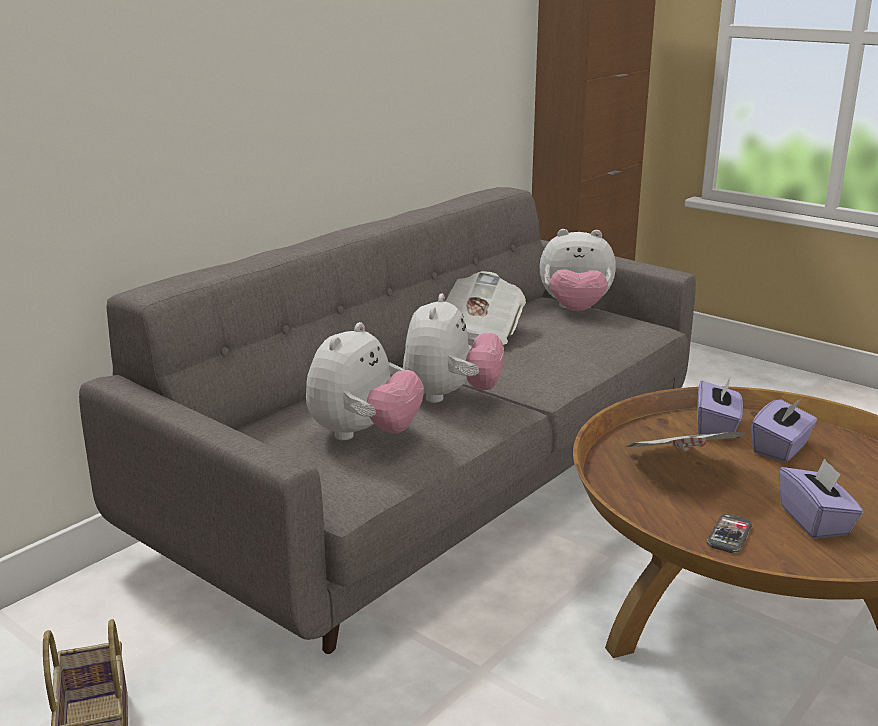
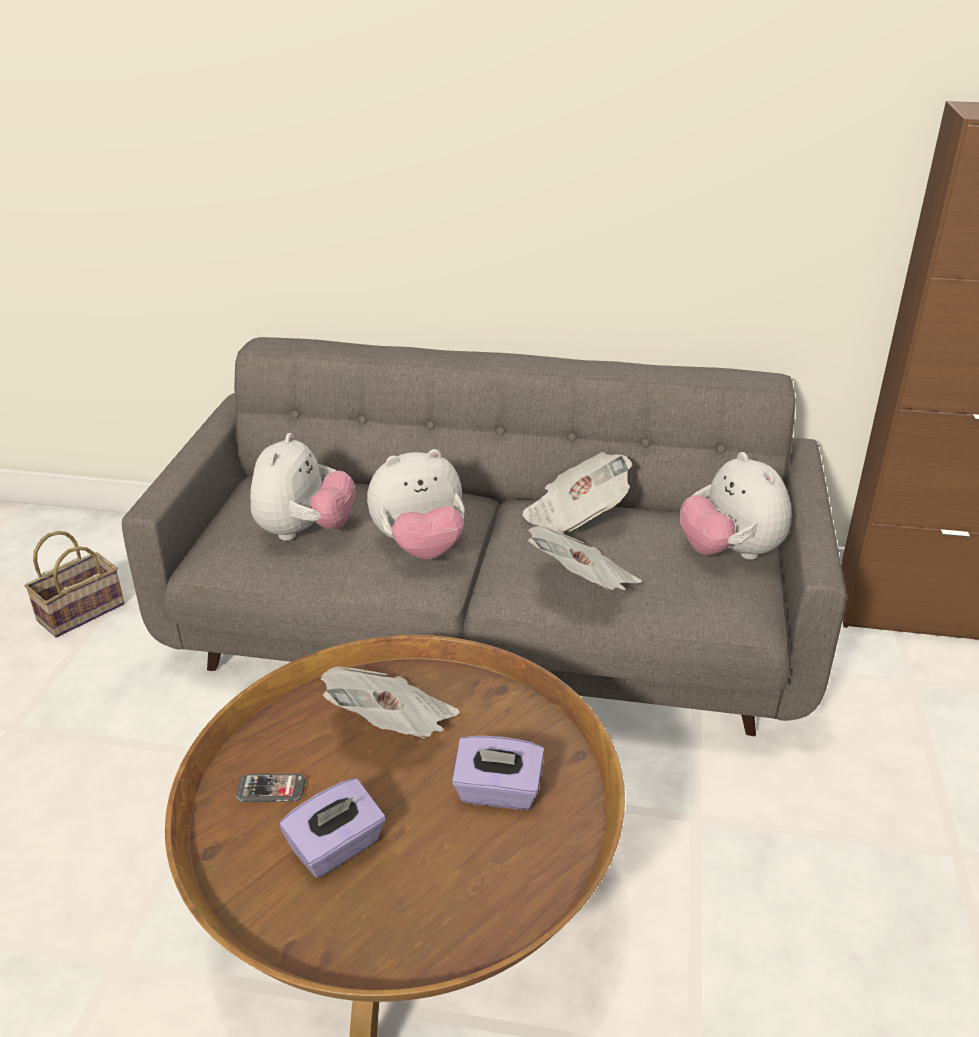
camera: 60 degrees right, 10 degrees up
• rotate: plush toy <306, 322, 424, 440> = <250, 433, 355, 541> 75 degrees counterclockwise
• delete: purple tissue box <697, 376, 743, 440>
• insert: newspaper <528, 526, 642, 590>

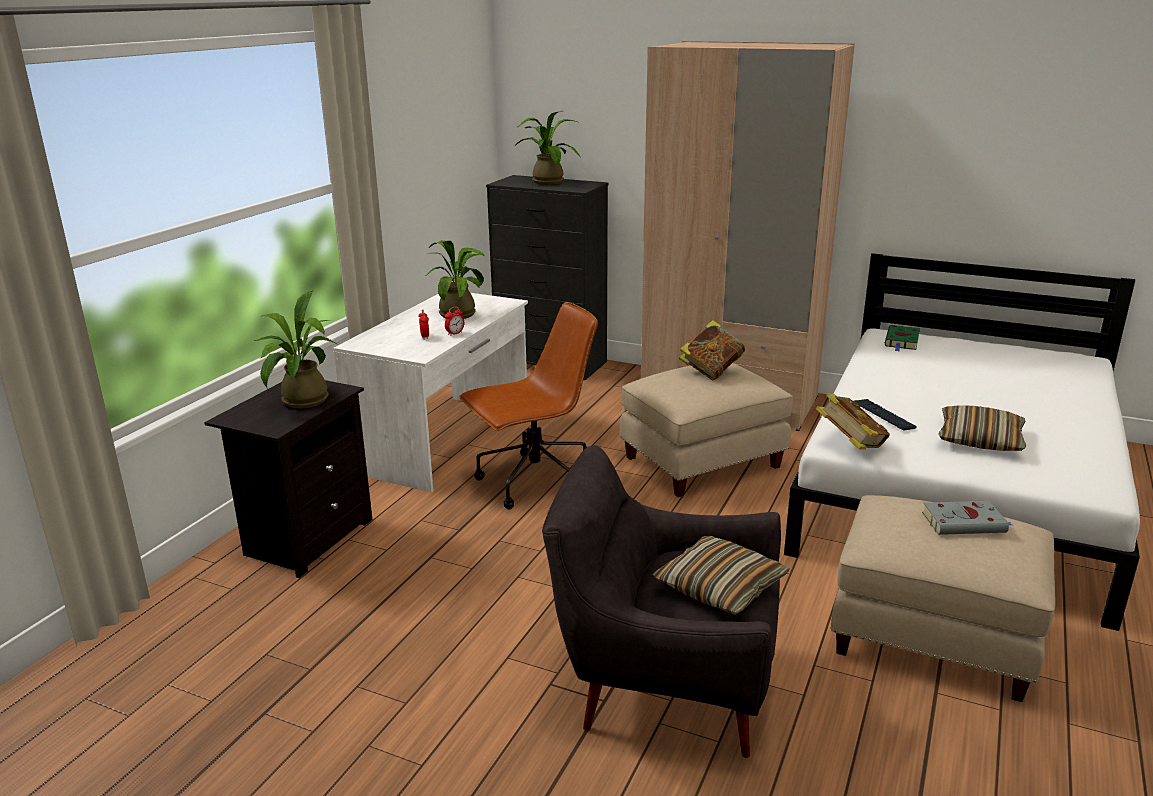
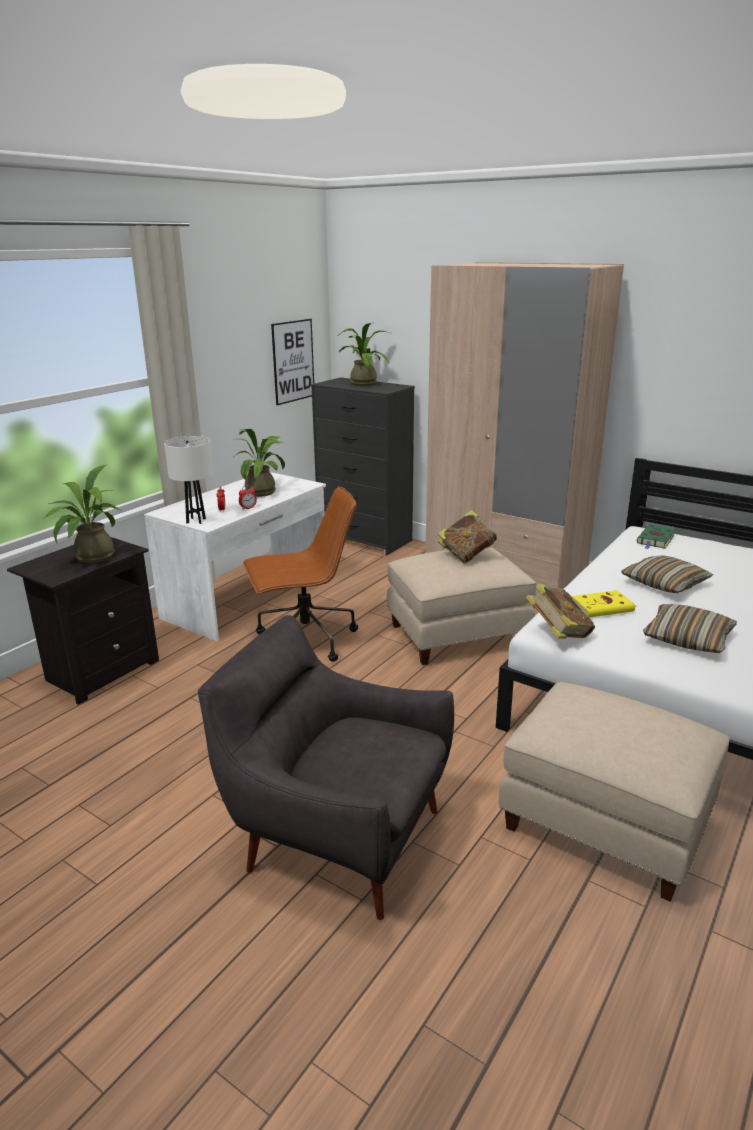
camera: 10 degrees right, 0 degrees up
• move: pillow <653, 536, 790, 615> to <621, 555, 714, 593>
• replace: keyboard <855, 399, 917, 431> to yellow book <572, 590, 636, 618>
• delete: grey book <922, 501, 1012, 535>
• insert: white table lamp <164, 436, 213, 524>
• insert: picture <271, 319, 314, 405>

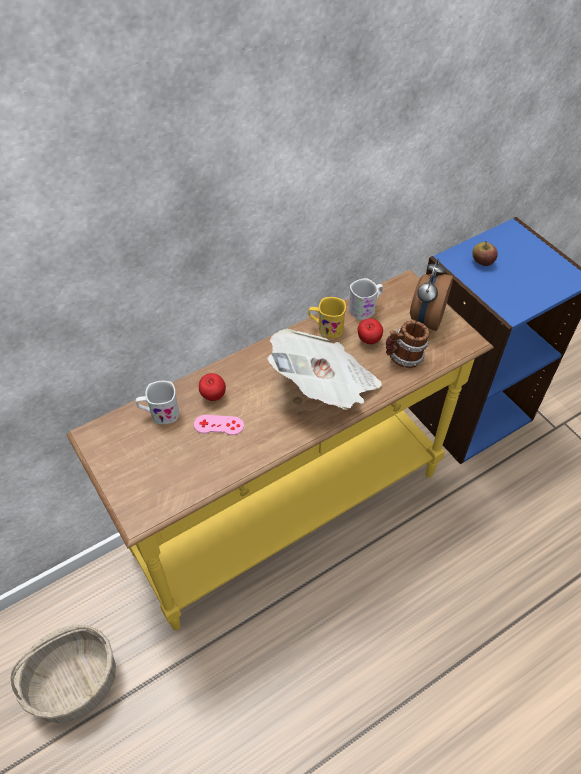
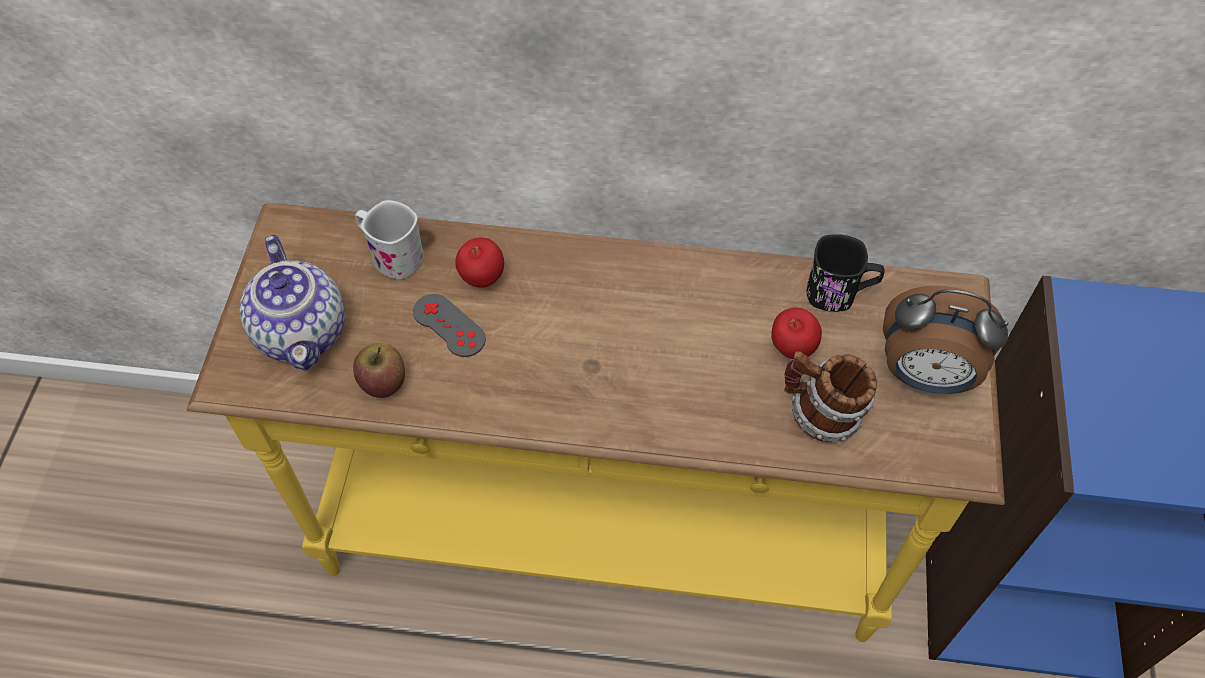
camera: 40 degrees right, 5 degrees up
• delete: basket <11, 625, 116, 723>
• recolor: pink game controller <194, 415, 244, 435> to grey game controller <413, 294, 486, 357>
• delete: newspaper <267, 329, 382, 410>
• delete: yellow mug <309, 297, 346, 338>
• recolor: white mug <349, 278, 383, 320> to black mug <806, 234, 885, 312>
• rotate: alarm clock <410, 259, 453, 331> = <883, 286, 1009, 394> 135 degrees counterclockwise
• move: apple <472, 241, 498, 266> to <353, 343, 405, 398>
• insert: teapot <240, 235, 345, 371>

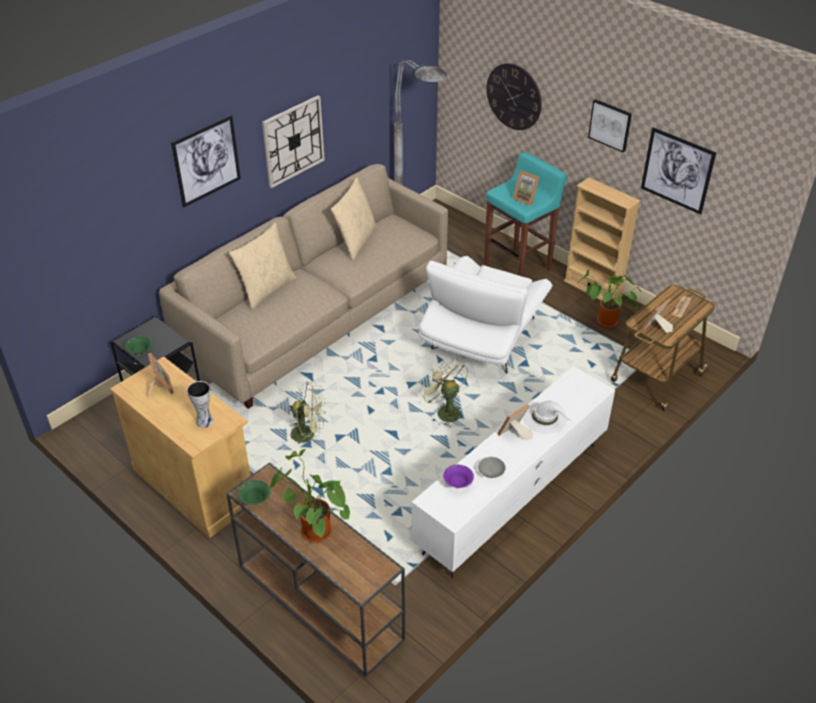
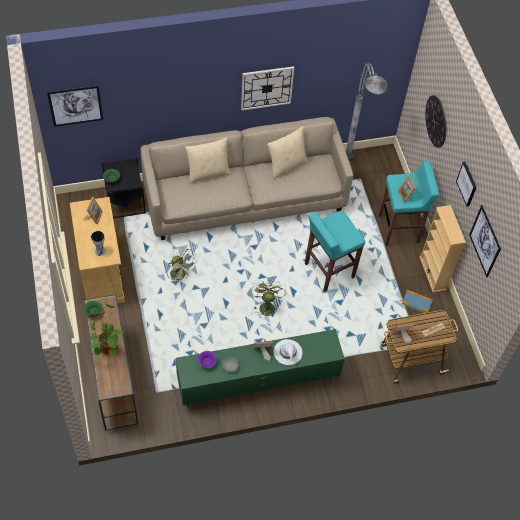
camera: 30 degrees right, 15 degrees up
• move: picture <171, 115, 241, 208> to <47, 85, 103, 127>
• recolor: white tv stand <411, 366, 615, 578> to green tv stand <176, 329, 345, 407>
• replace: white armchair <419, 256, 553, 374> to turquoise stool <305, 211, 365, 292>
• replace: potted plant <577, 269, 641, 328> to book <402, 290, 433, 313>

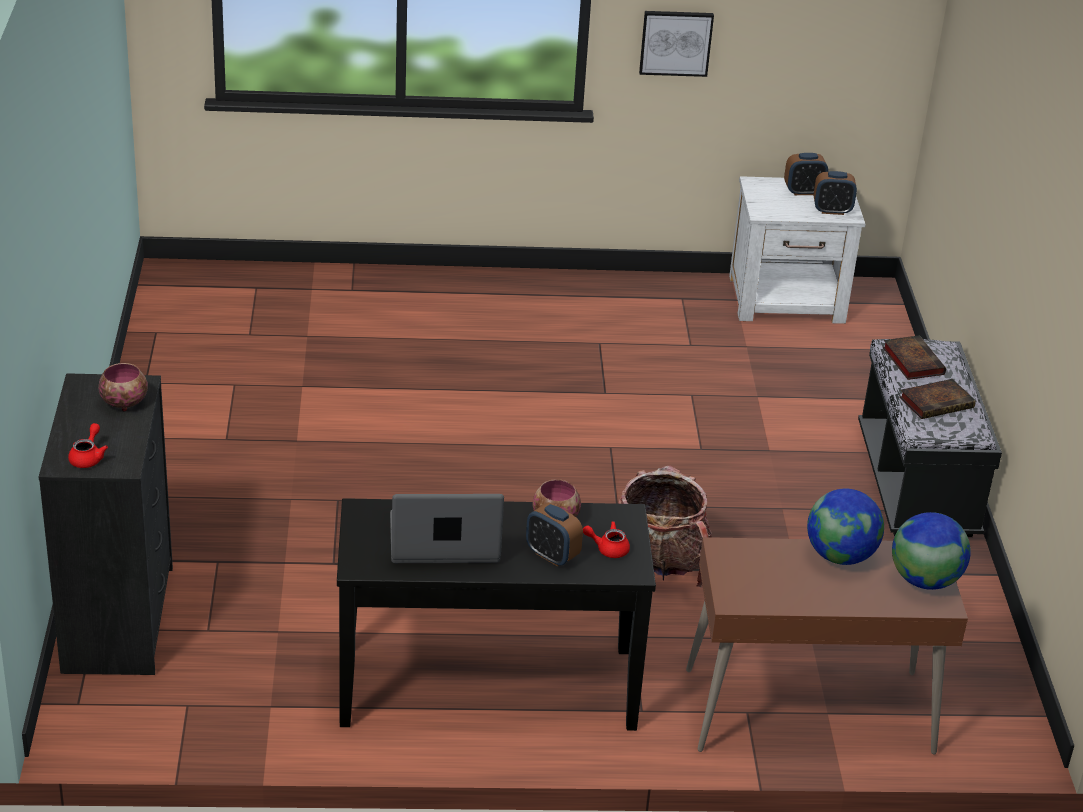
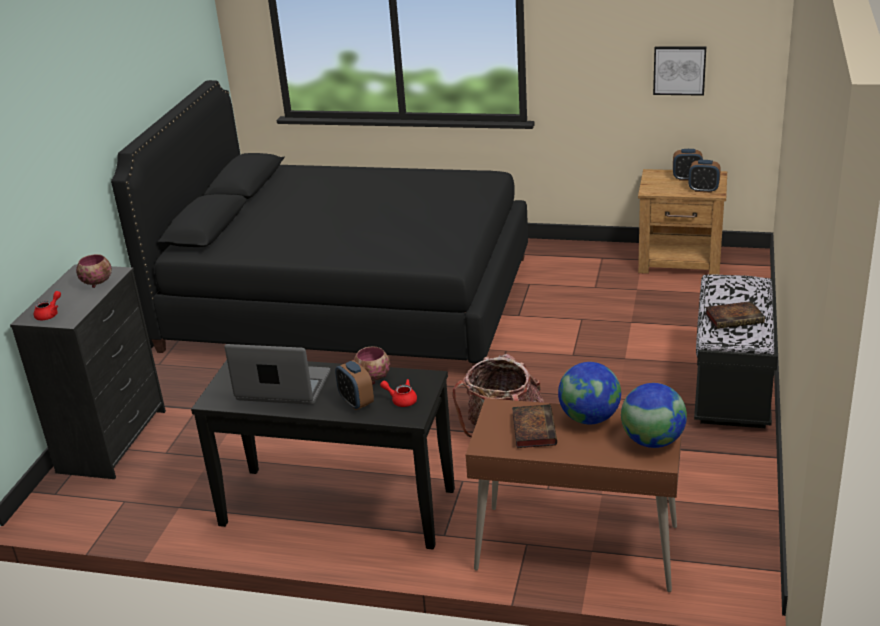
camera: 20 degrees right, 5 degrees down
• move: picture <639, 11, 714, 77> to <653, 46, 706, 96>
• recolor: white nightstand <729, 176, 866, 324> to brown nightstand <638, 169, 727, 275>
• move: book <883, 335, 946, 380> to <512, 404, 557, 448>
• insert: black bed <111, 80, 528, 366>

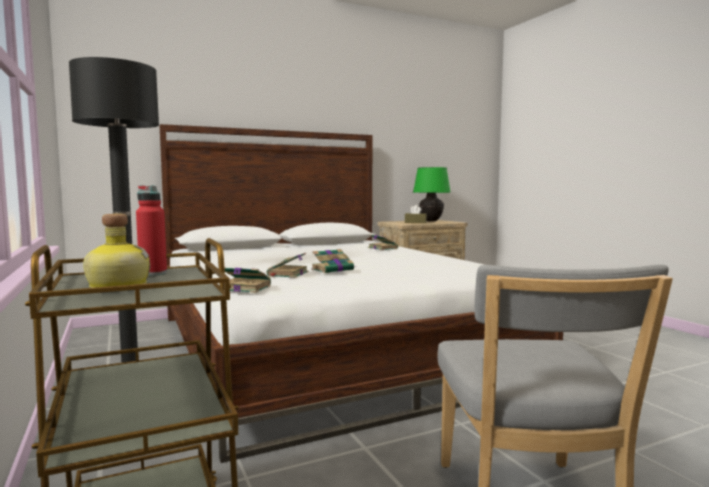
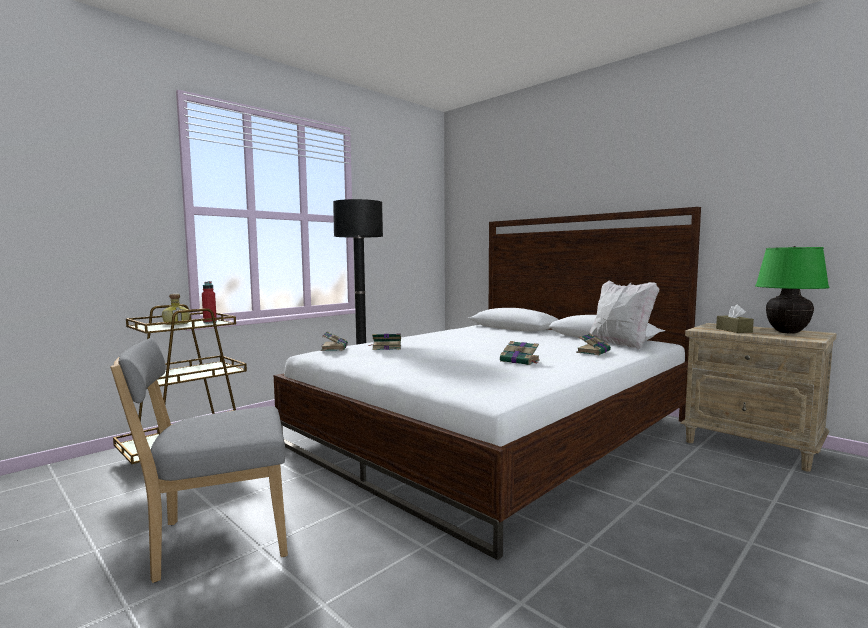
camera: 70 degrees right, 0 degrees up
• move: book <311, 249, 354, 273> to <500, 341, 540, 365>
• insert: white pillow <589, 280, 659, 350>

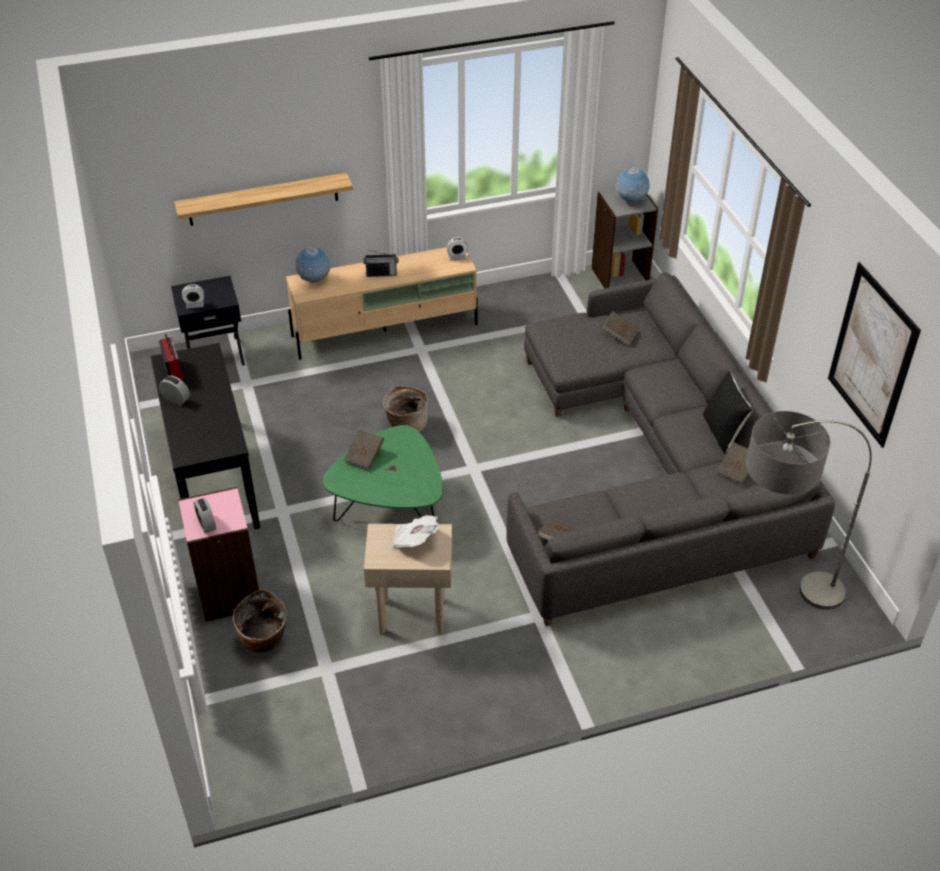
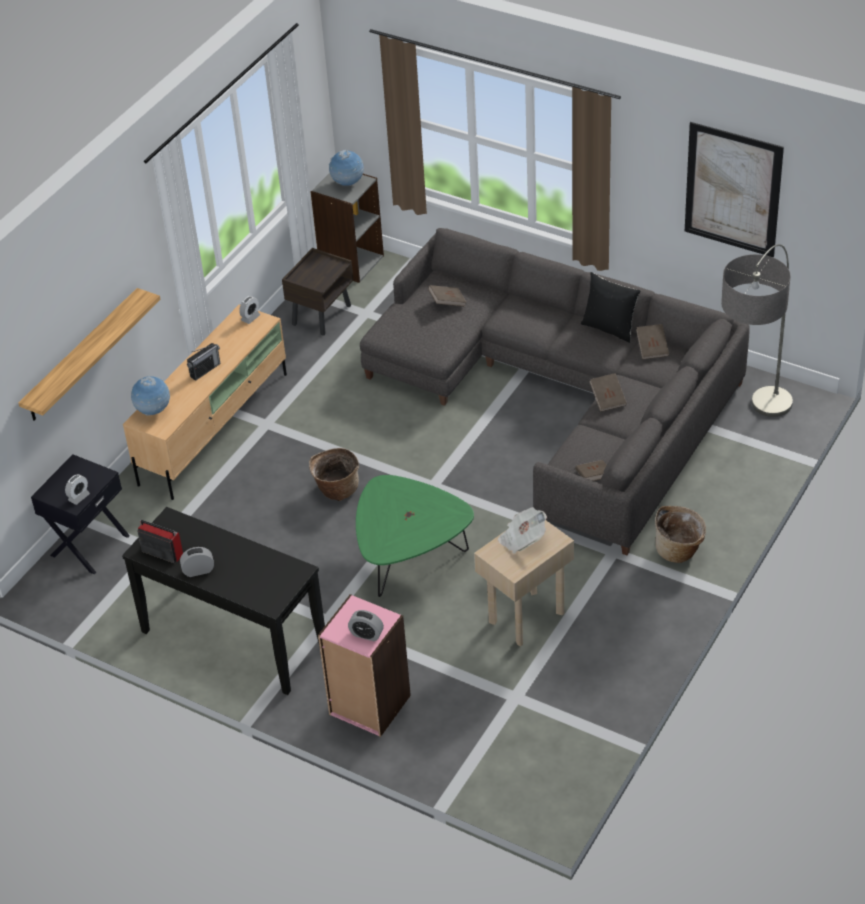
camera: 40 degrees left, 0 degrees up
• move: basket <233, 589, 287, 653> to <655, 506, 706, 563>
• move: brown book <344, 429, 384, 470> to <589, 373, 627, 412>
• insert: brown nightstand <282, 248, 353, 335>

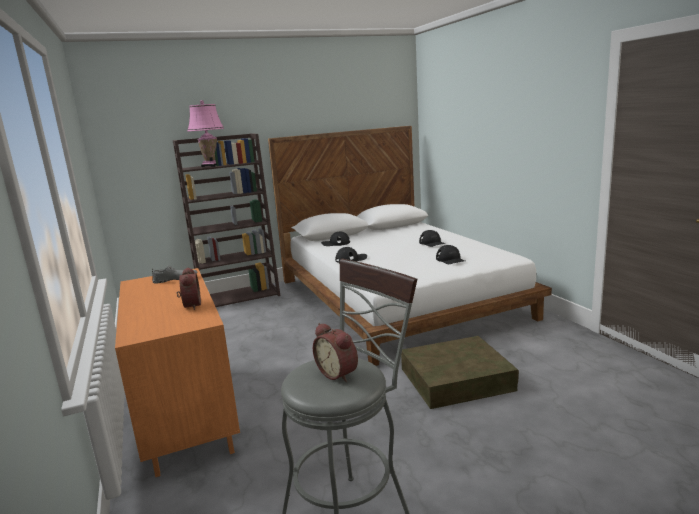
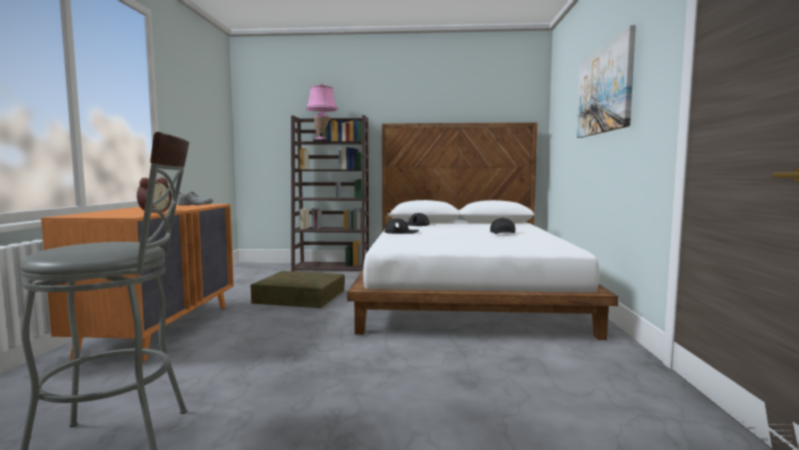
camera: 25 degrees right, 10 degrees down
• delete: alarm clock <313, 323, 358, 382>
• move: brown storage box <401, 336, 519, 409> to <250, 271, 345, 308>
• delete: black cap <436, 245, 465, 264>
• insert: picture <577, 25, 636, 138>

